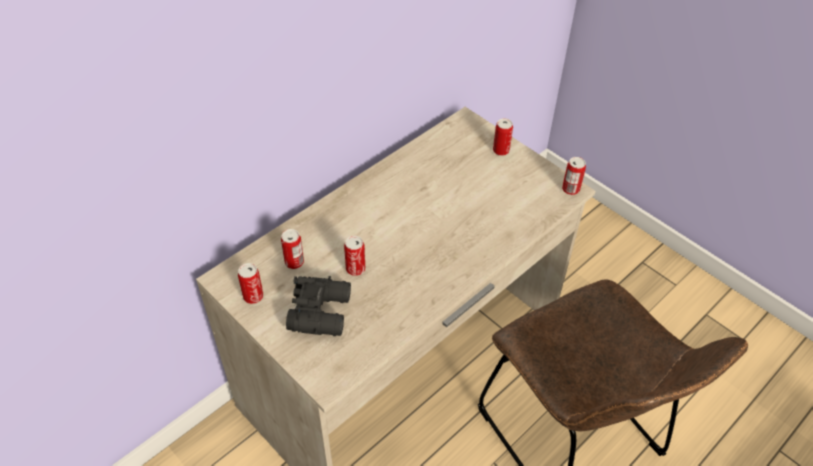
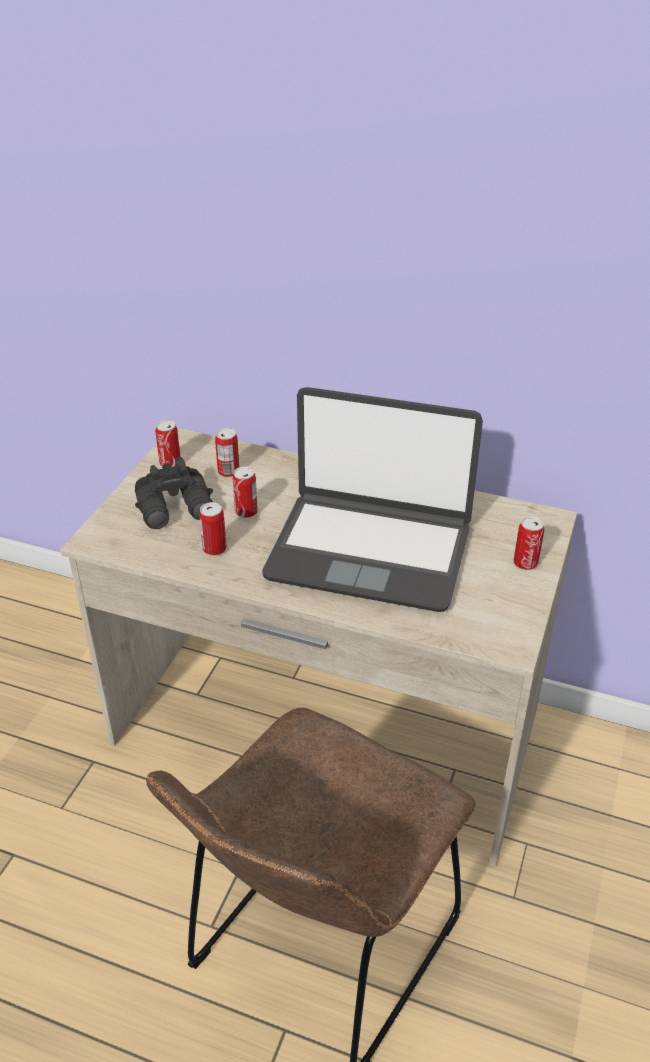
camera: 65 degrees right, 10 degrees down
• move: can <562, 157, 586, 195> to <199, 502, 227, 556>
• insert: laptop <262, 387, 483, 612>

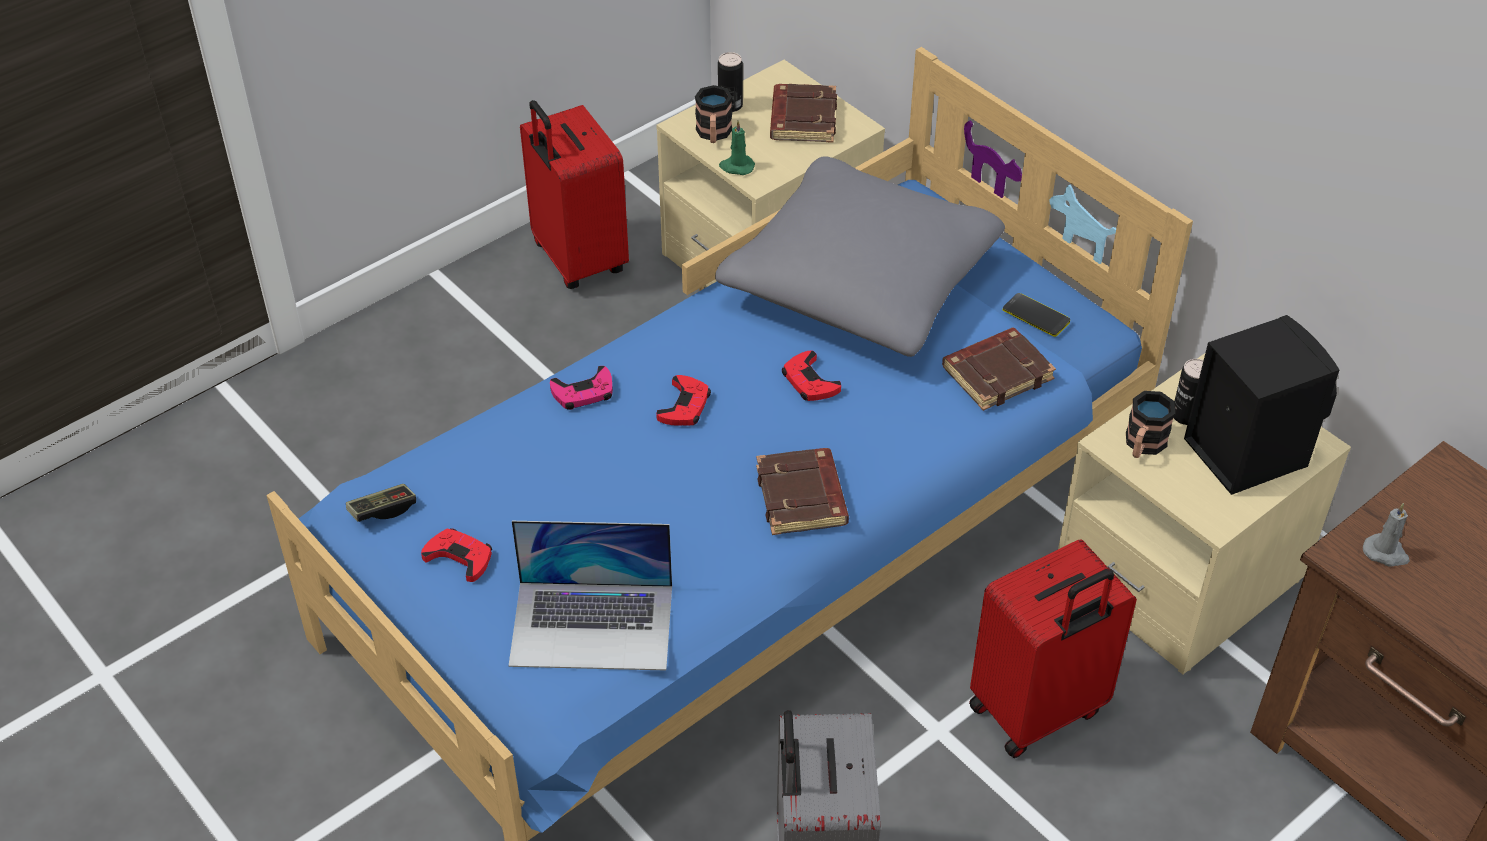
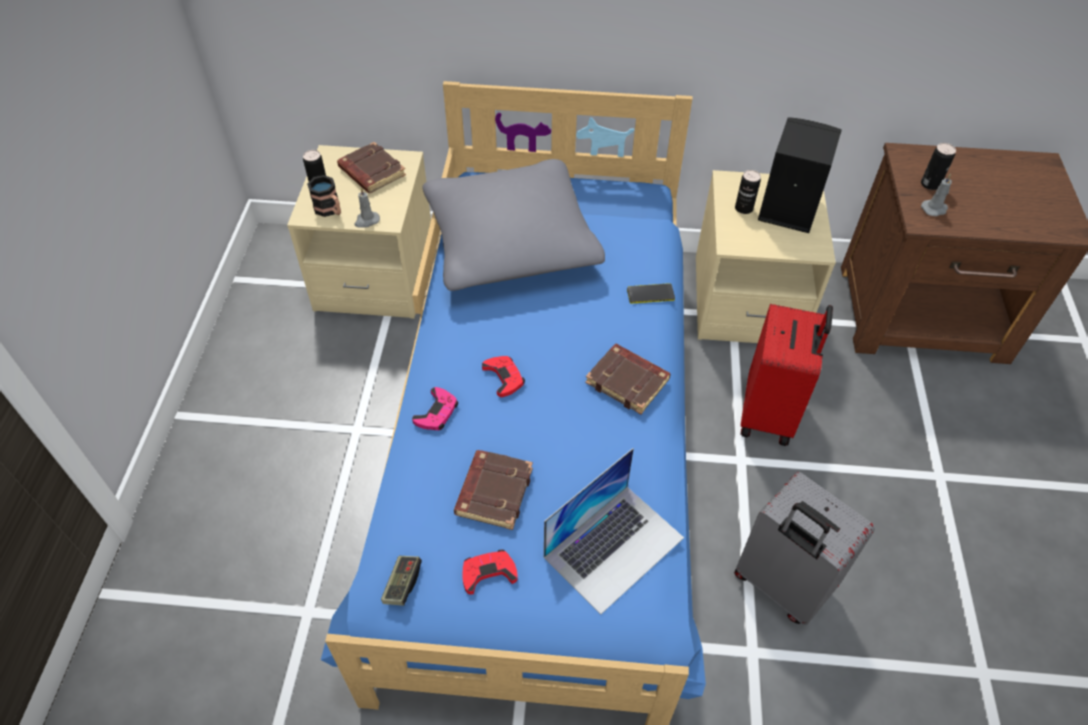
camera: 45 degrees left, 5 degrees up
• delete: red suitcase <520, 100, 629, 289>
• recolor: green candle <719, 120, 755, 175> to grey candle <354, 188, 380, 228>
• delete: red game controller <782, 350, 841, 401>
• move: brown book <942, 327, 1056, 411> to <454, 450, 533, 530>
• move: phone <1003, 293, 1070, 337> to <627, 283, 675, 304>
• delete: mug <1126, 391, 1175, 458>
• insert: can <921, 143, 956, 190>

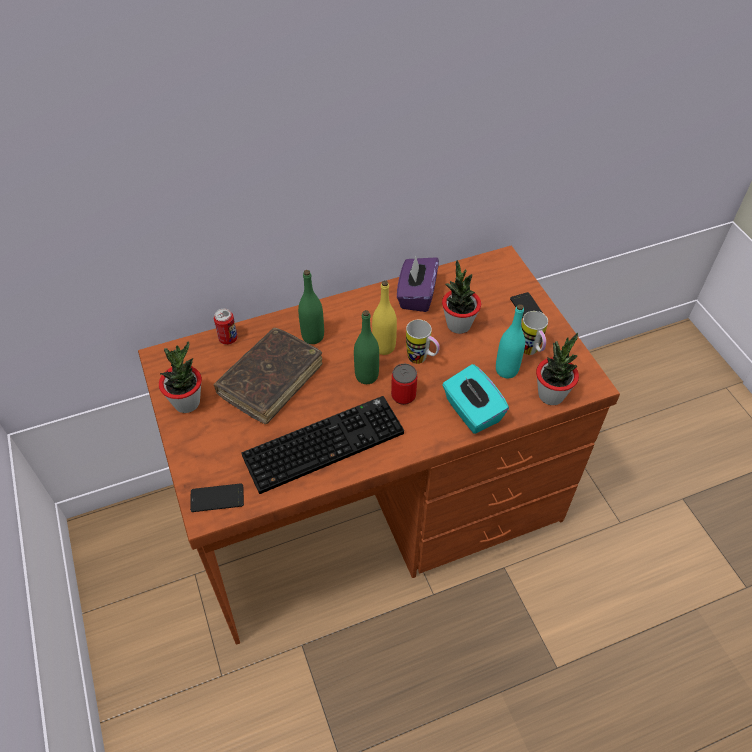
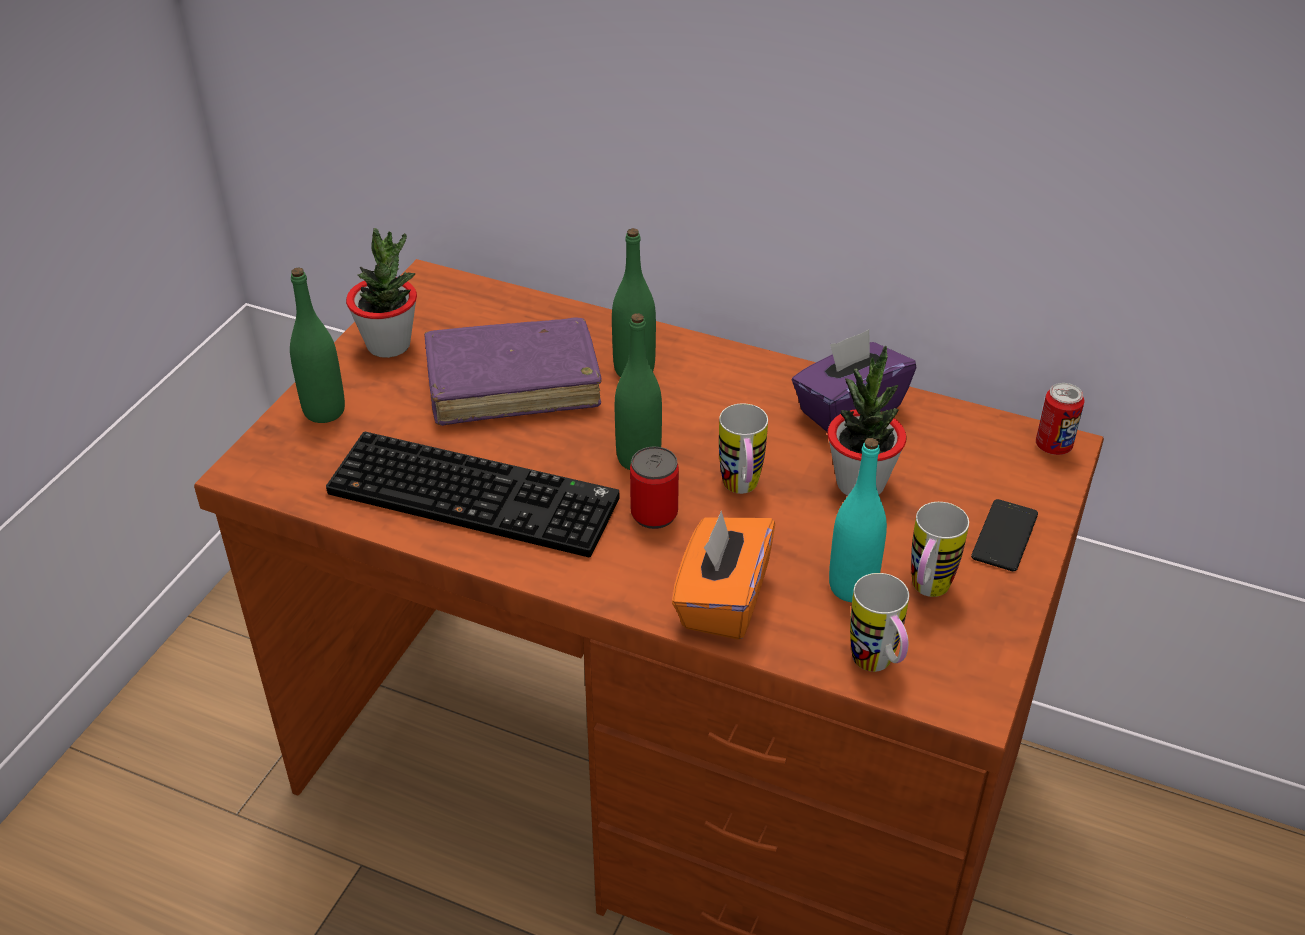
camera: 45 degrees right, 10 degrees down
• delete: phone <190, 483, 244, 512>
• recolor: brown book <213, 328, 323, 424> to purple book <424, 318, 602, 426>
• move: can <214, 309, 238, 345> to <1036, 383, 1084, 455>
• delete: yellow bottle <372, 281, 397, 355>
• recolor: turquoise tissue box <442, 364, 509, 434> to orange tissue box <672, 511, 775, 640>
• replace: potted plant <536, 332, 579, 405> to mug <850, 573, 909, 672>
• insert: green bottle <290, 268, 345, 423>

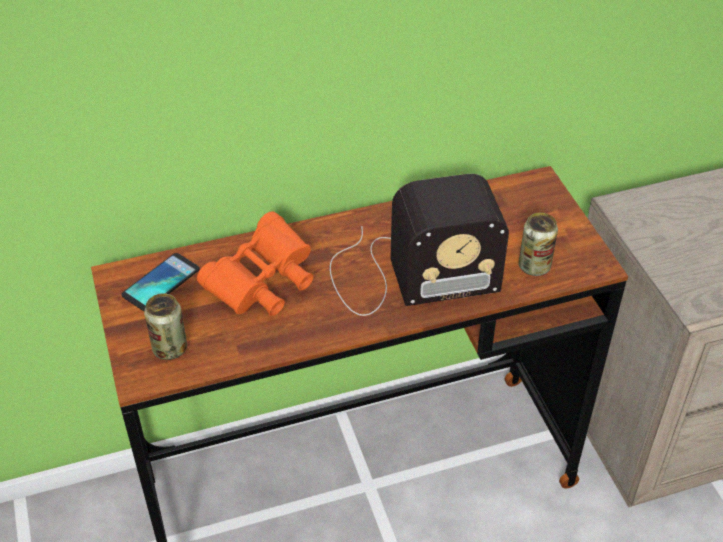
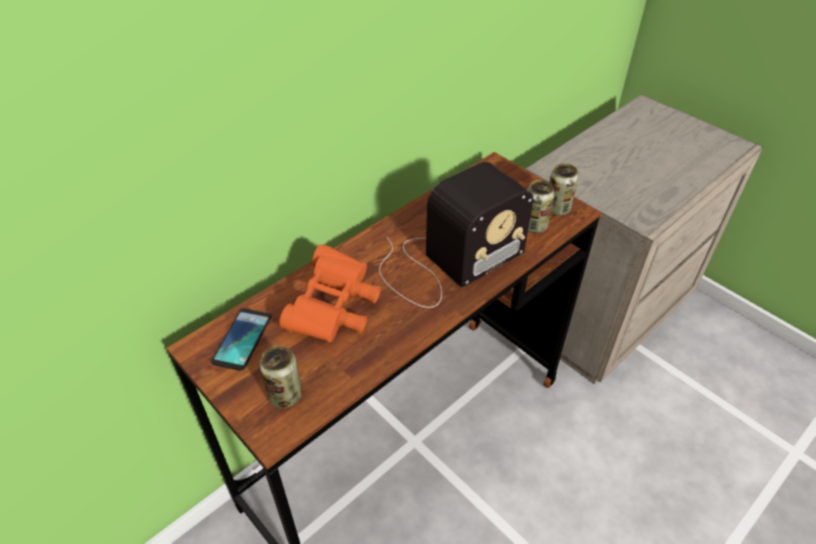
camera: 25 degrees left, 0 degrees up
• insert: can <550, 163, 578, 216>

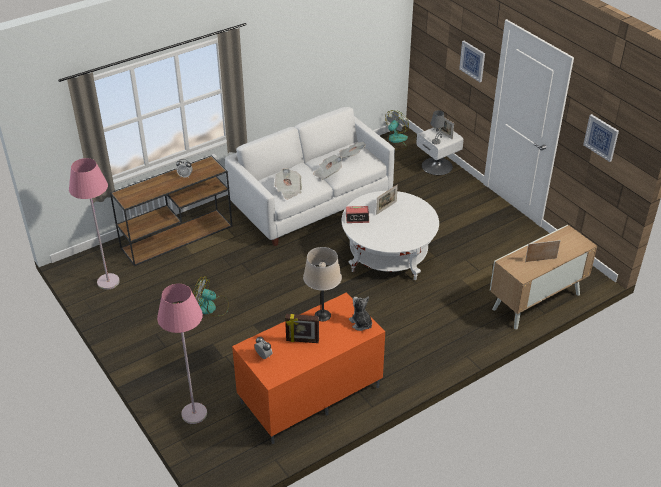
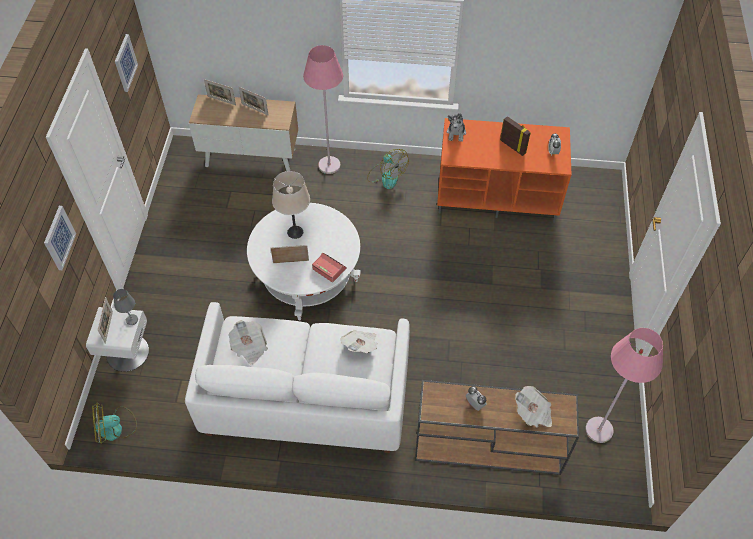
camera: 140 degrees left, 15 degrees up
• move: pink floor lamp <157, 284, 207, 424> to <303, 45, 343, 174>
• move: fan <193, 277, 229, 316> to <367, 149, 409, 189>
• move: beige table lamp <303, 247, 342, 321> to <272, 171, 310, 239>
• move: newspaper <313, 155, 343, 180> to <515, 386, 552, 428>
• insert: picture frame <204, 79, 236, 105>

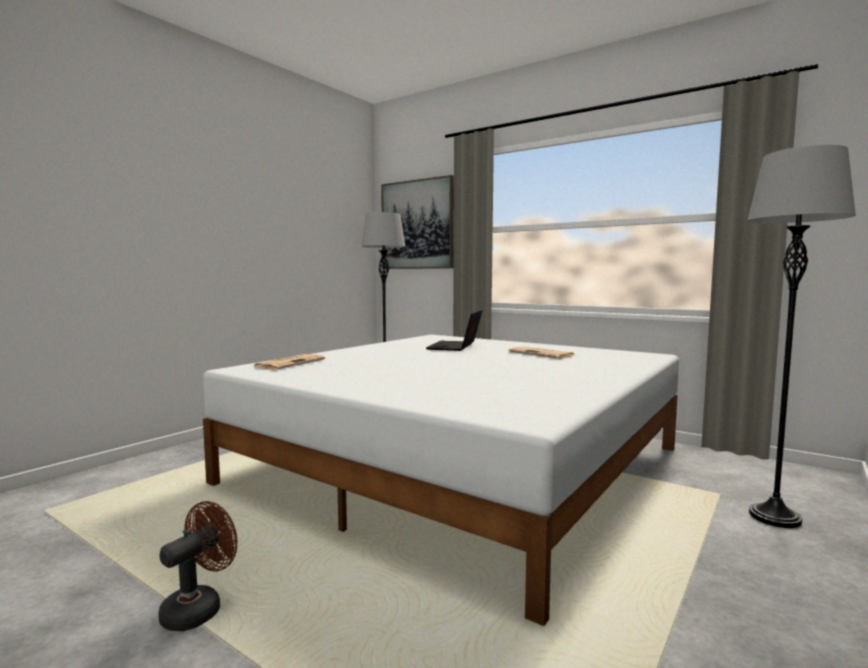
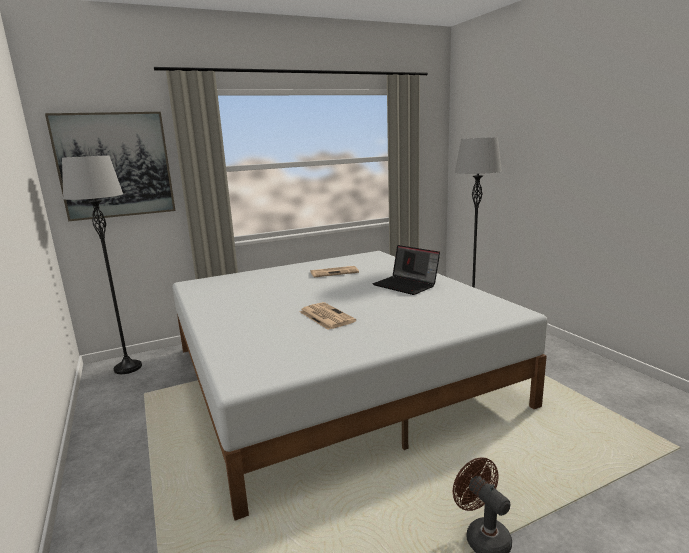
camera: 60 degrees left, 10 degrees up
• move: newspaper <254, 354, 325, 370> to <300, 302, 356, 330>
• move: laptop <426, 309, 483, 351> to <373, 245, 440, 295>

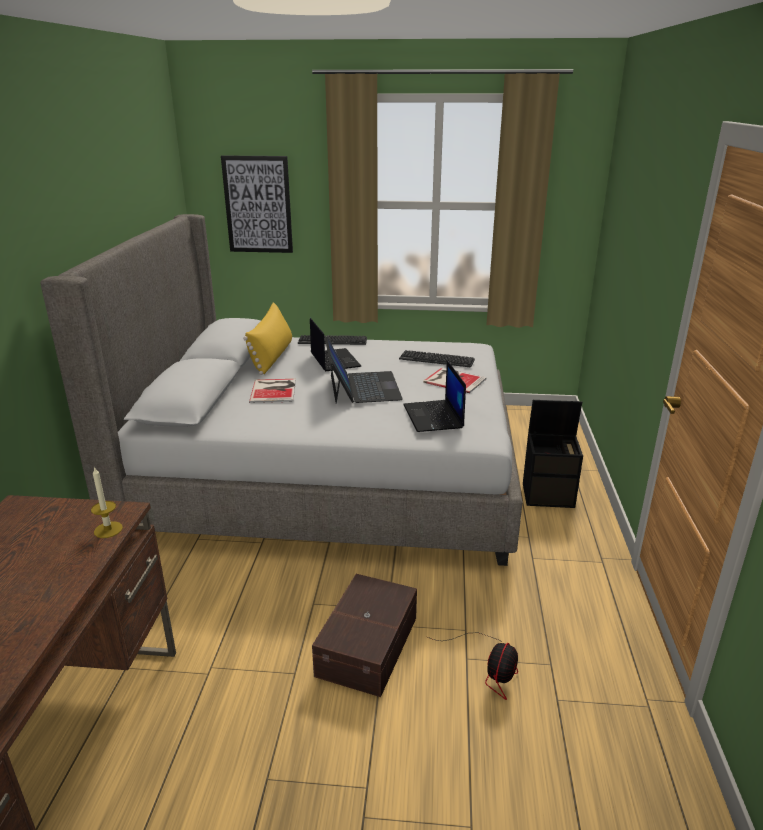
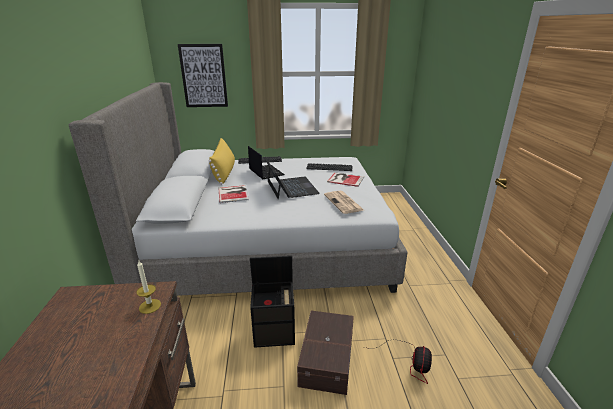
camera: 10 degrees left, 0 degrees up
• replace: laptop <403, 360, 466, 432> to newspaper <324, 191, 364, 214>
• move: black storage box <523, 400, 583, 508> to <250, 256, 295, 348>

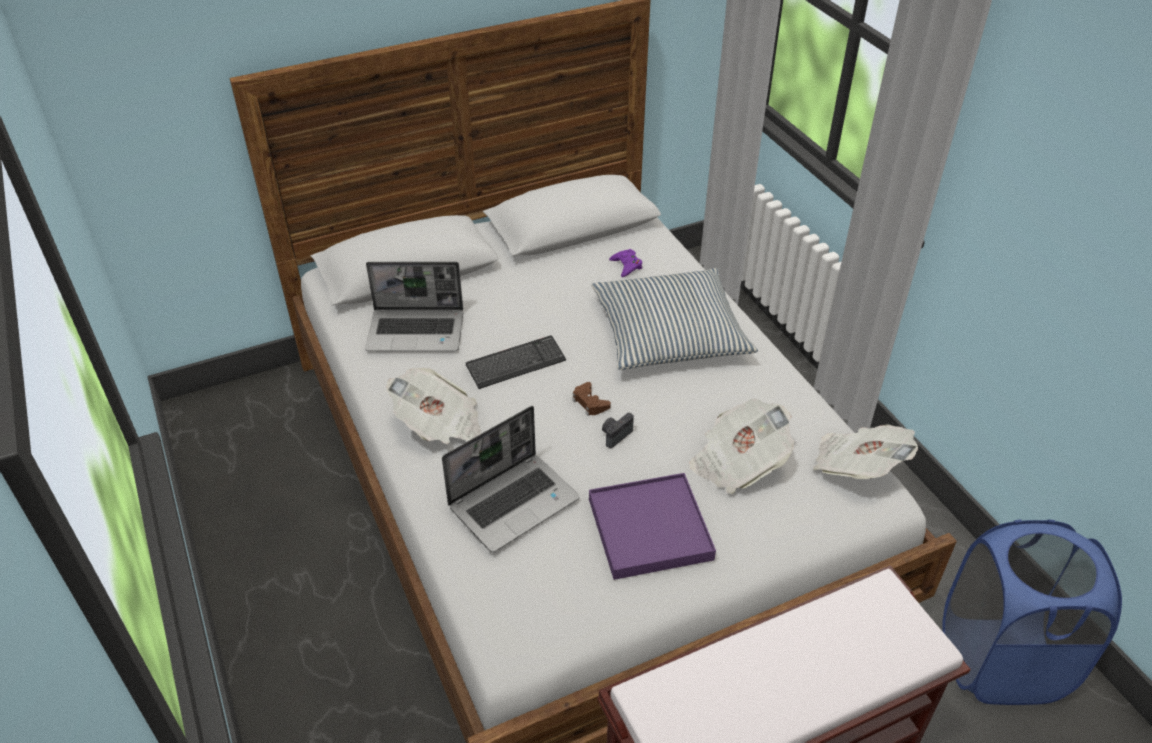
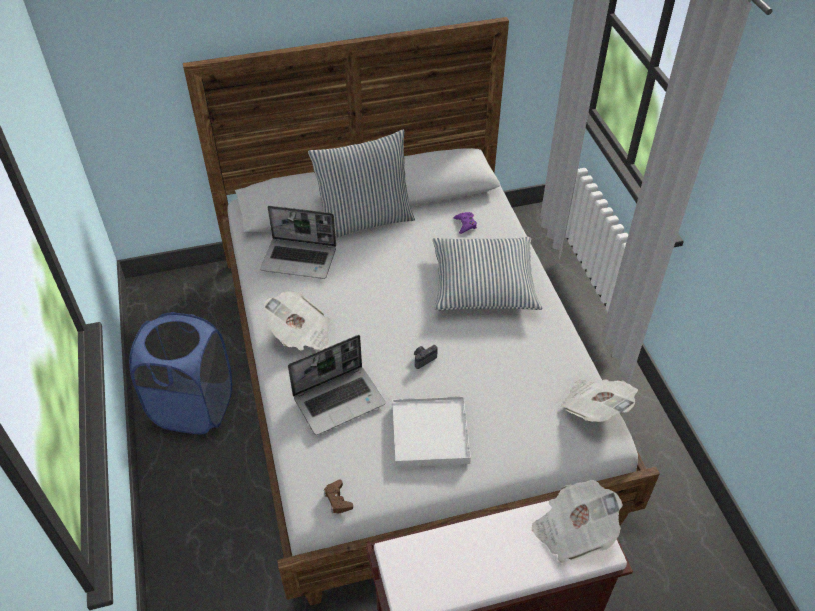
camera: 10 degrees right, 5 degrees up
• delete: keyboard <466, 336, 566, 389>
• move: brown game controller <572, 382, 611, 416> to <324, 480, 353, 514>
• recolor: purple tray <589, 473, 716, 580> to white tray <392, 396, 471, 467>
• move: newspaper <689, 398, 794, 494> to <532, 480, 623, 563>
• move: blue laundry basket <942, 519, 1122, 705> to <129, 312, 232, 434>
• insert: pillow <308, 130, 415, 238>

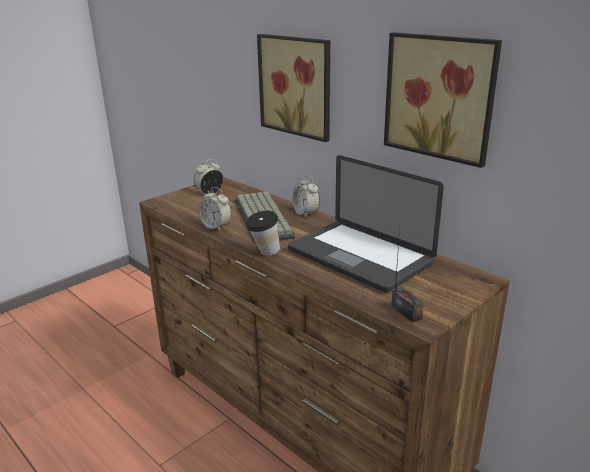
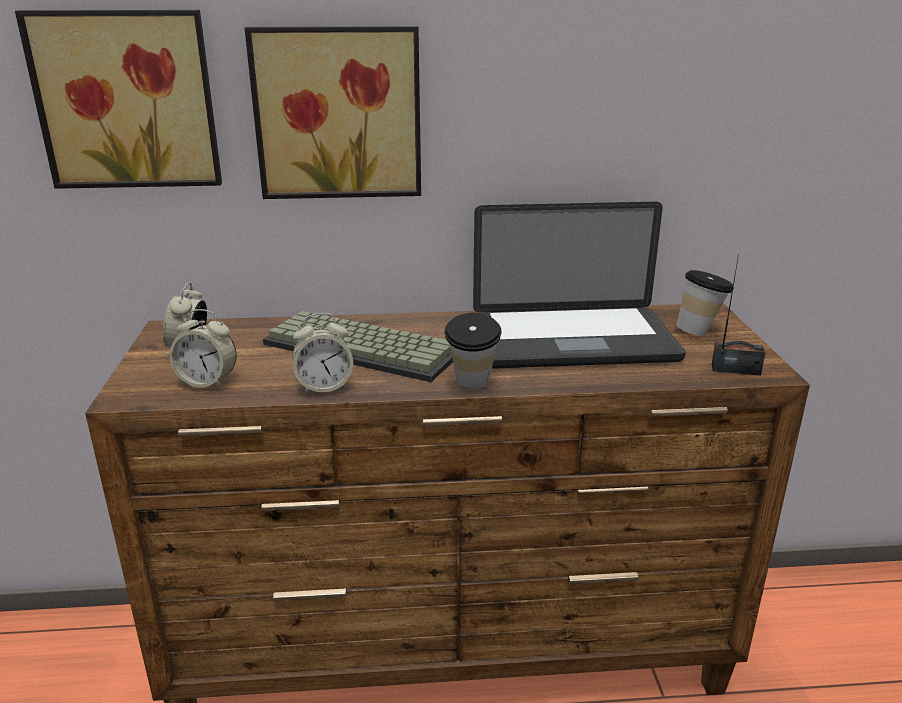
camera: 50 degrees left, 0 degrees up
• move: alarm clock <292, 176, 320, 217> to <169, 309, 237, 389>
• move: picture <384, 32, 502, 168> to <15, 10, 222, 189>
• insert: cup <677, 270, 734, 336>

